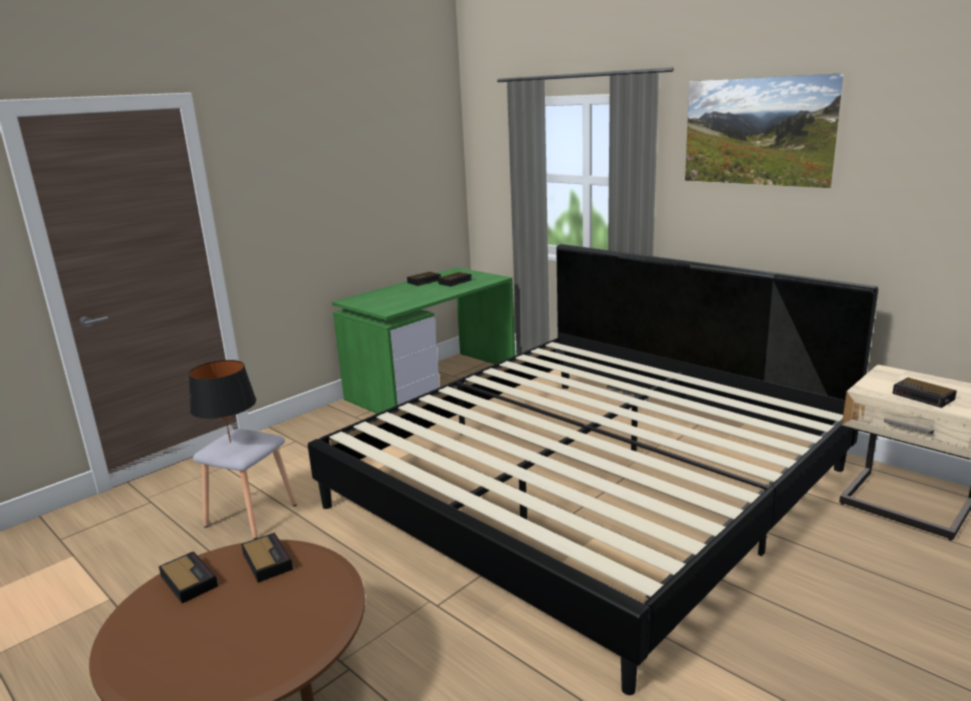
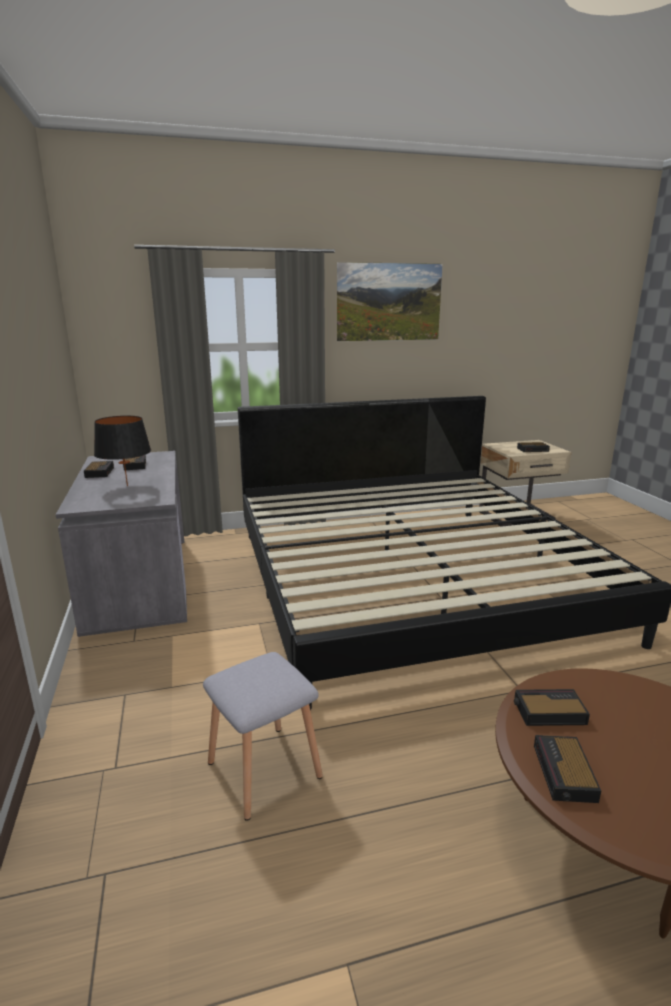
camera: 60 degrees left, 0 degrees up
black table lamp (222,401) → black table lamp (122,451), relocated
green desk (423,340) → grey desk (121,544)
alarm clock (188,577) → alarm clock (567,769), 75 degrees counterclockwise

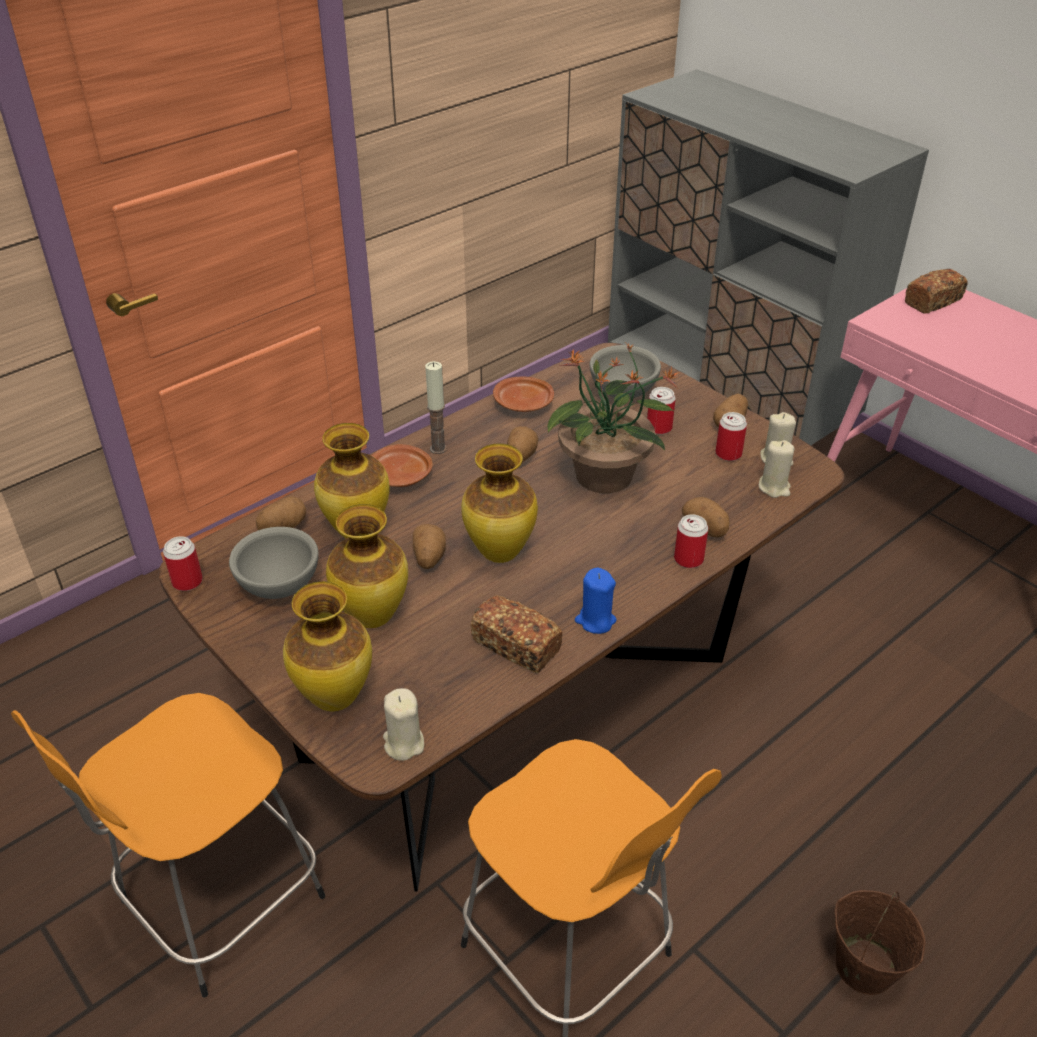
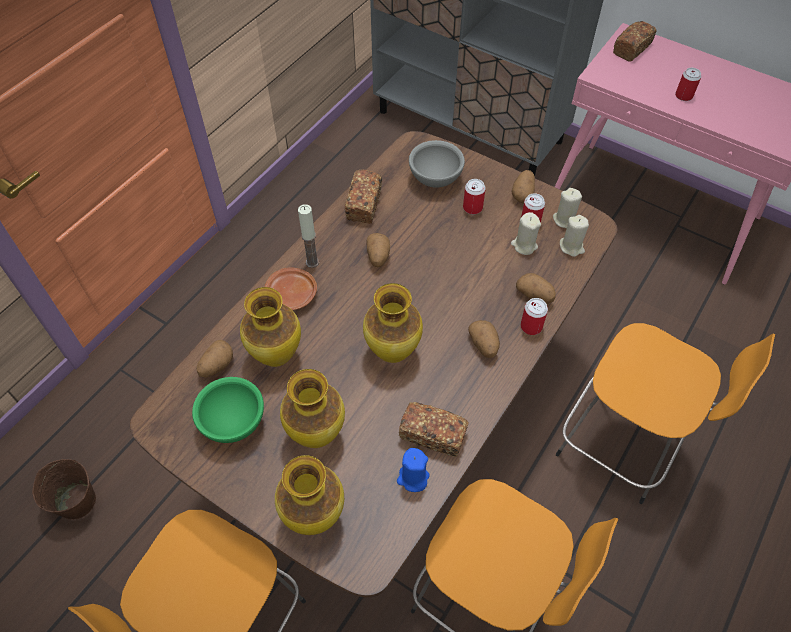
camera: 15 degrees left, 15 degrees up
potted plant (613,418) → -
- → orange stool (665,413)
can (183,563) → can (688,84), relocated
beige candle (403,724) → beige candle (526,233), relocated
potato (429,546) → potato (484,339), relocated
blue candle (596,601) → blue candle (413,470), relocated
brown bucket (880,942) → brown bucket (64,489), relocated
brown plate (523,394) → bread (363,196)
grey bowl (273,563) → green bowl (228,410)

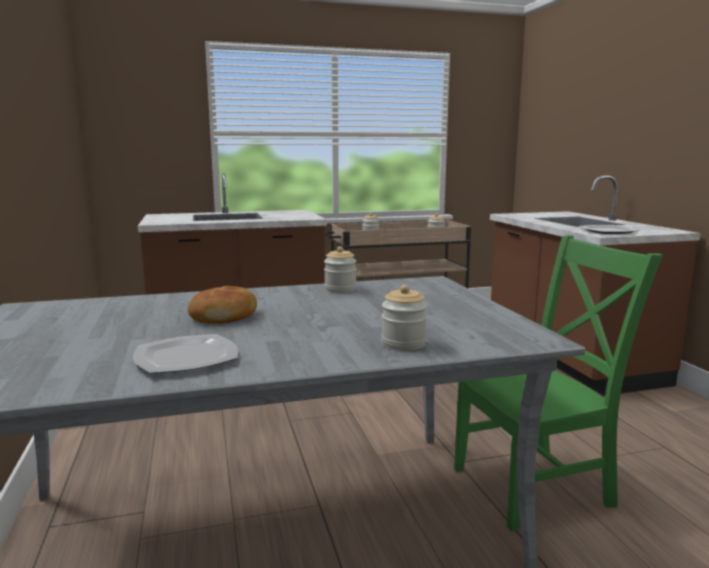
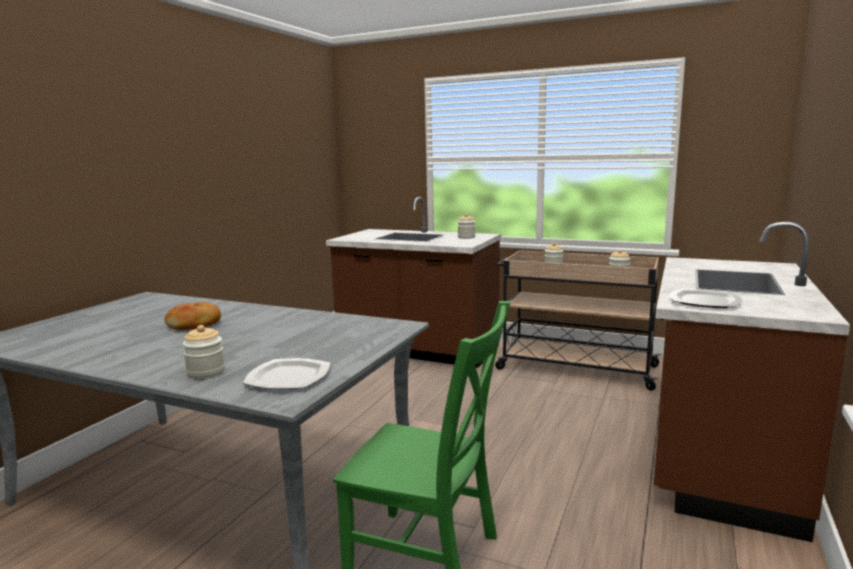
camera: 40 degrees right, 0 degrees up
plate (185,353) → plate (286,373), relocated
jar (340,269) → jar (466,226), relocated

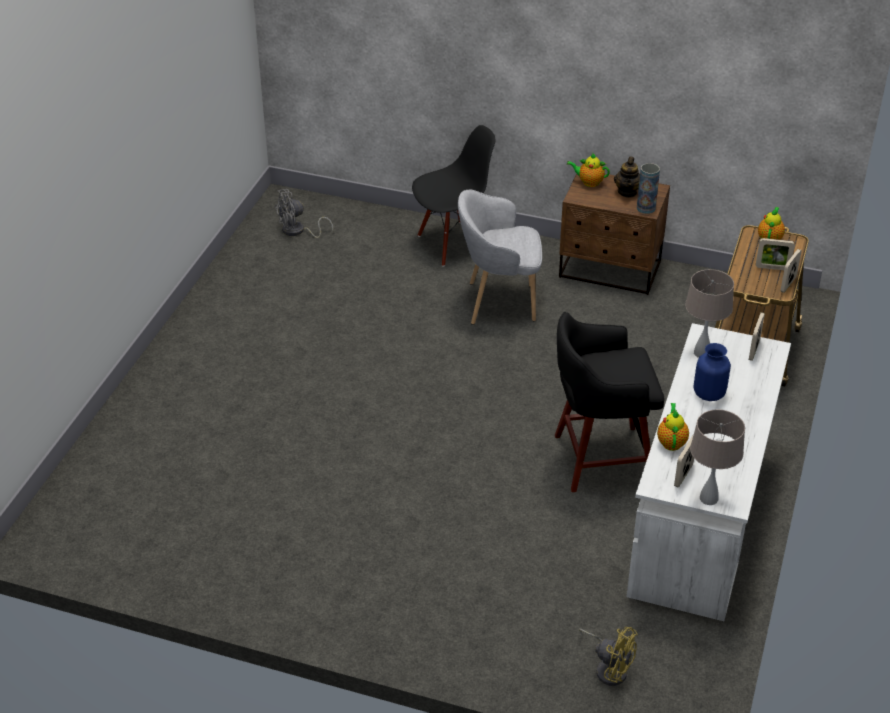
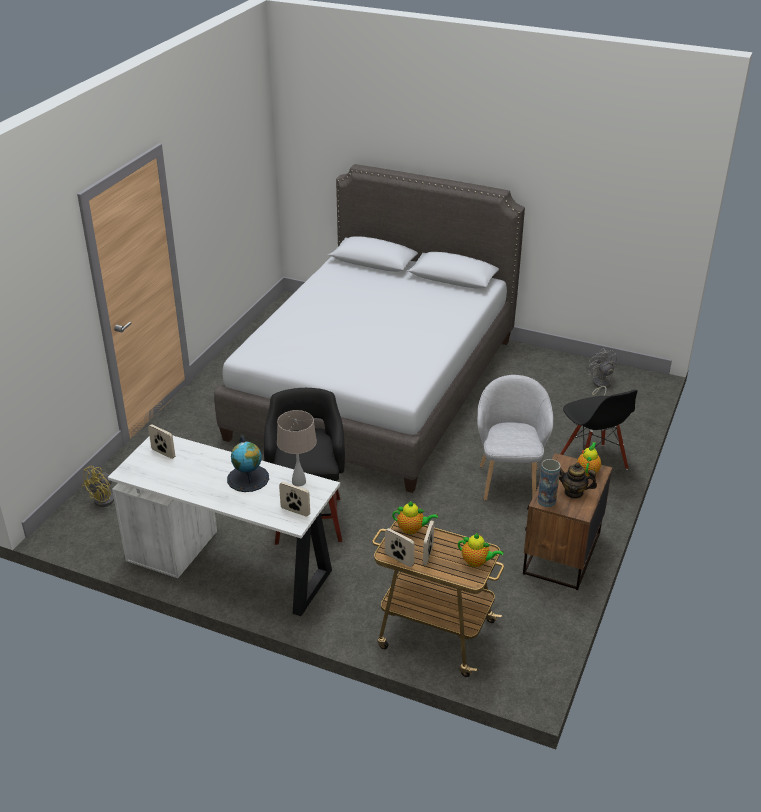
camera: 95 degrees right, 5 degrees down
beige table lamp (717,457) → -
- → grey bed (369,328)
teapot (673,427) → teapot (415,517), relocated
blue vase (712,372) → globe (248,464)

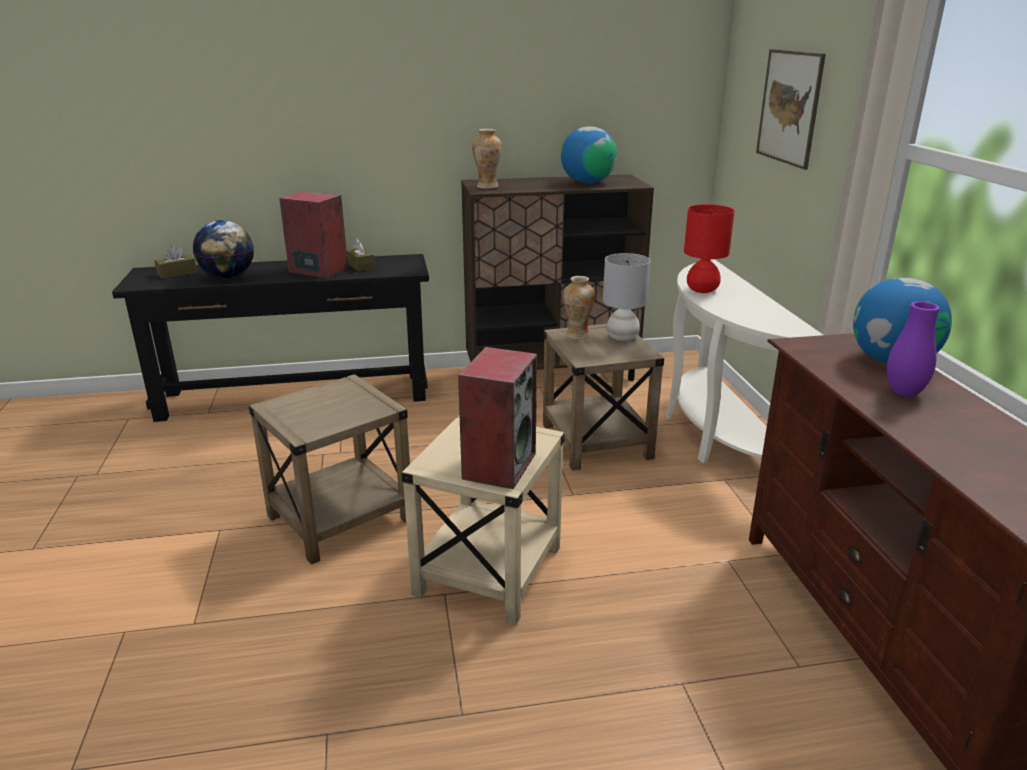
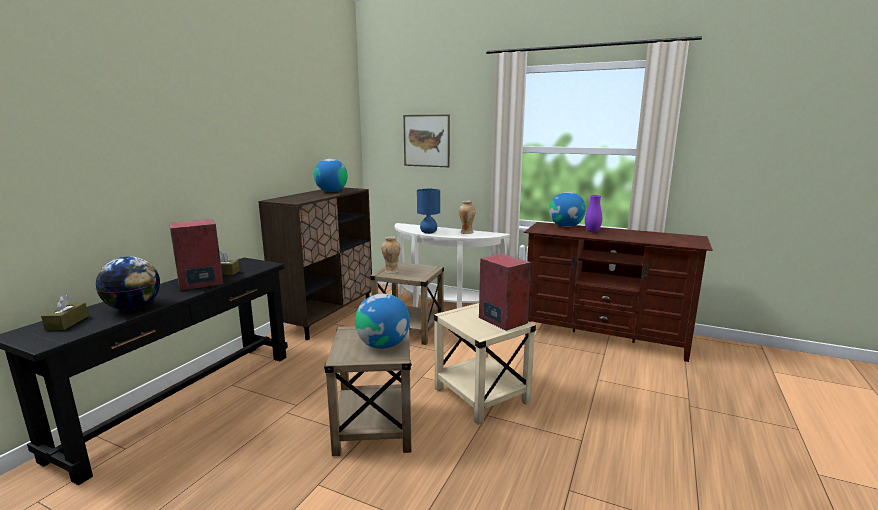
camera: 55 degrees left, 10 degrees down
grey table lamp (626,297) → -
- → globe (382,321)
vase (487,159) → vase (467,217), relocated
red table lamp (709,248) → blue table lamp (428,211)

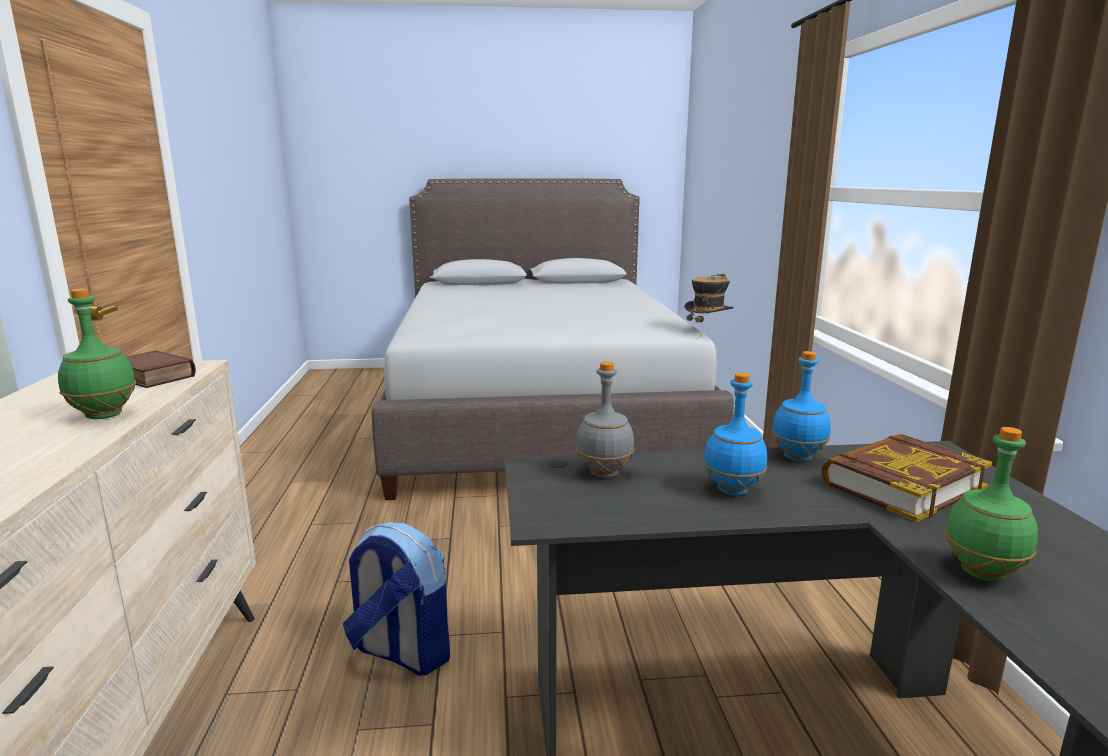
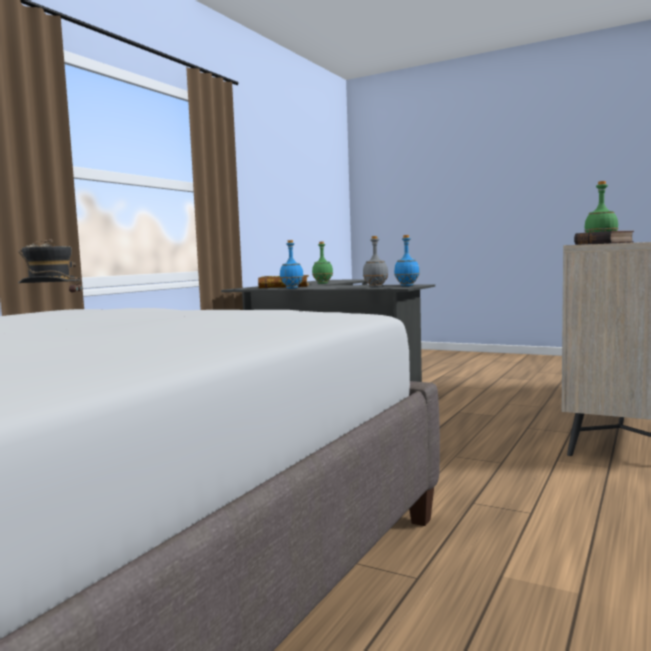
camera: 145 degrees left, 10 degrees down
backpack (396,599) → -
blue bottle (735,434) → blue bottle (407,260), relocated

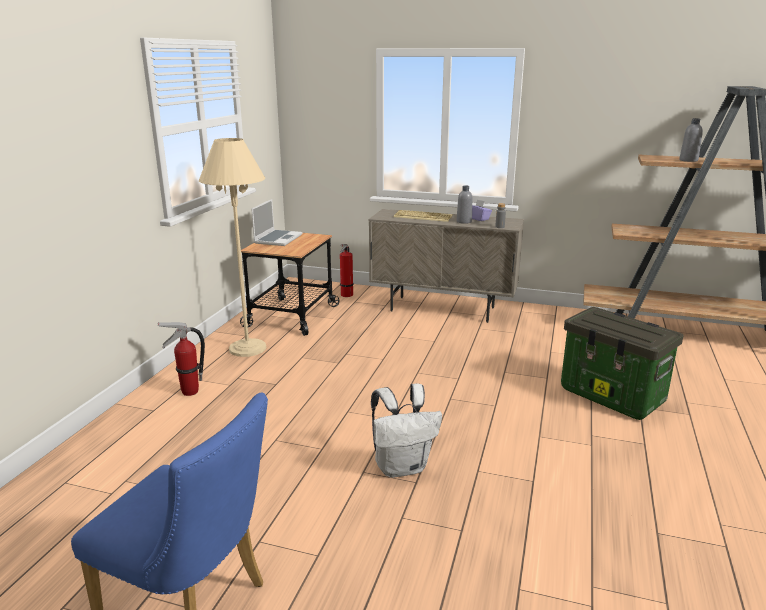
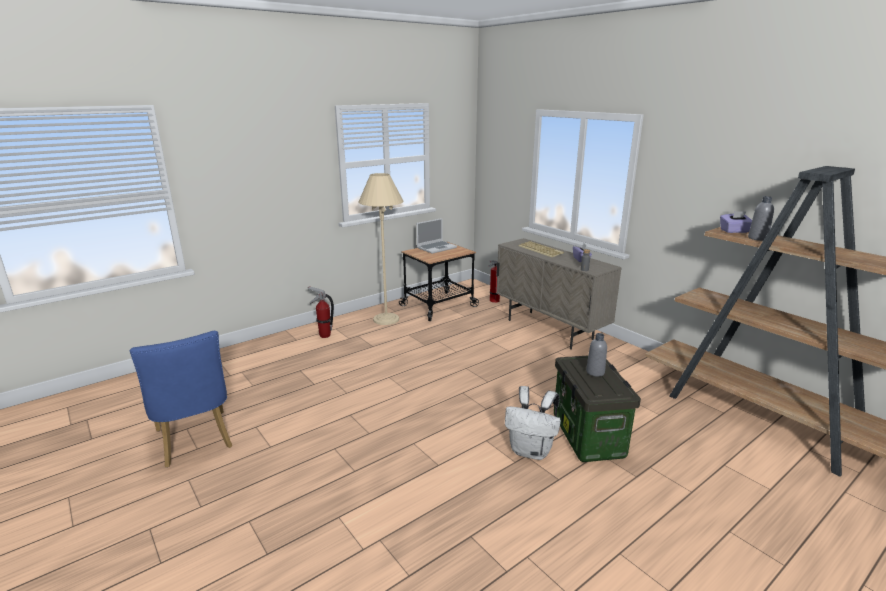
camera: 35 degrees right, 0 degrees up
- → purple tissue box (736,222)
white backpack (406,430) → white backpack (533,423), relocated
grey bottle (464,205) → grey bottle (596,355), relocated

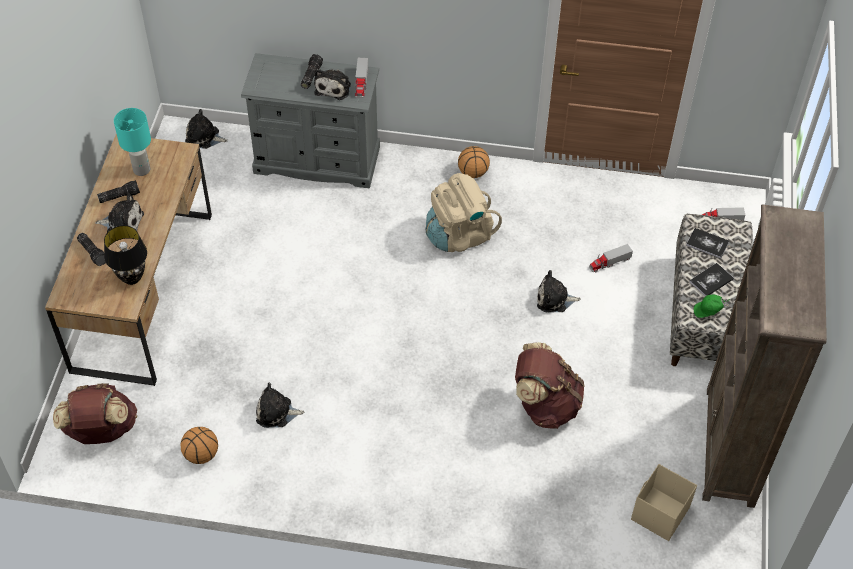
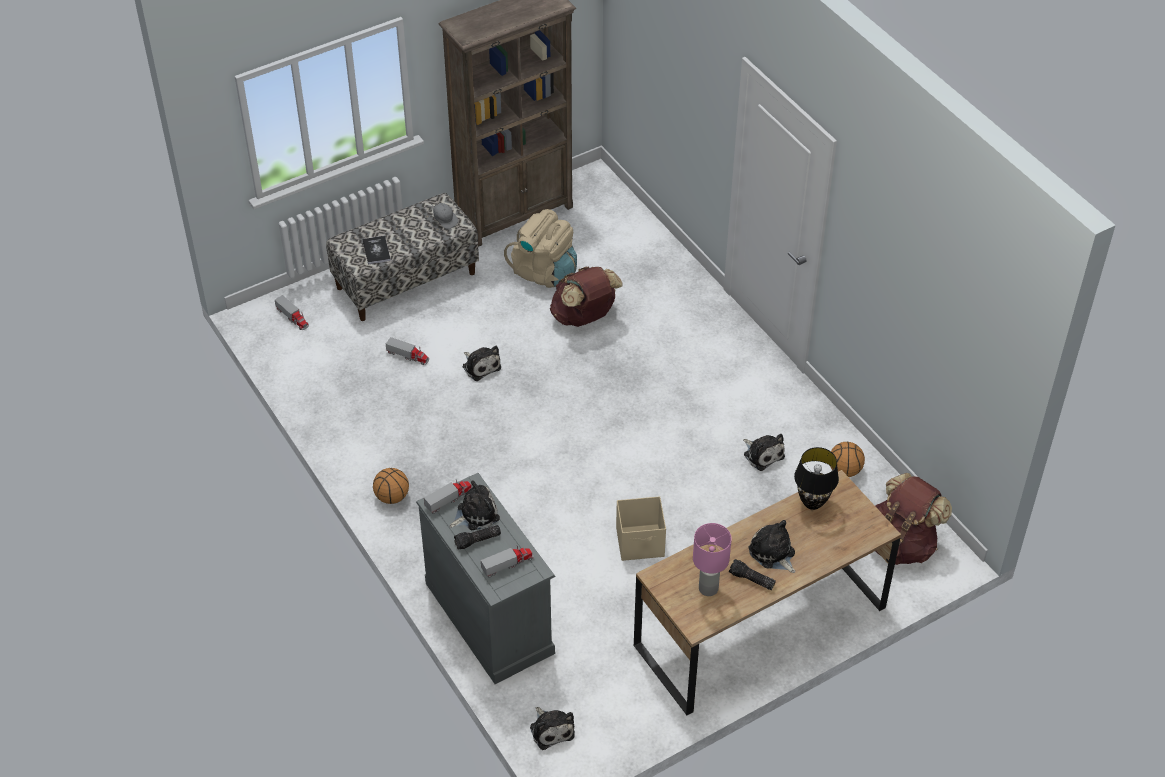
camera: 130 degrees left, 5 degrees down
flashlight (91,249) → -
book (712,280) → -
- → toy truck (507,561)
beige backpack (464,212) → beige backpack (540,248), relocated
beige storage box (664,502) → beige storage box (641,528), relocated
turquoise table lamp (132,142) → pink table lamp (712,559)
green cap (712,306) → grey cap (444,216)

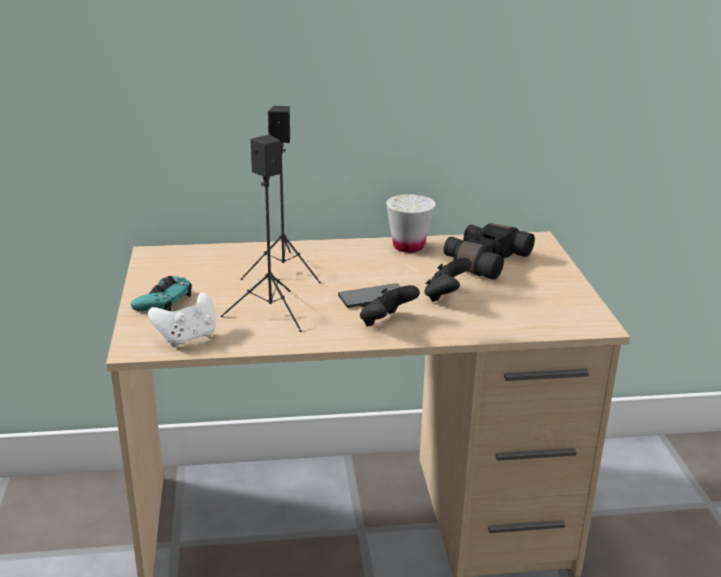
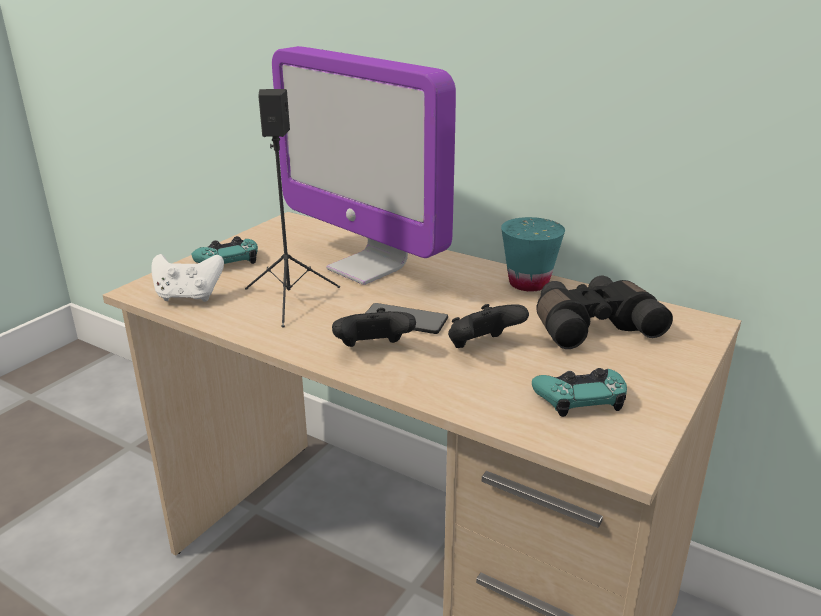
camera: 40 degrees right, 0 degrees up
- → turquoise game controller (579,392)
black speaker (281,194) → monitor (364,165)
white cup (410,223) → turquoise cup (533,254)

